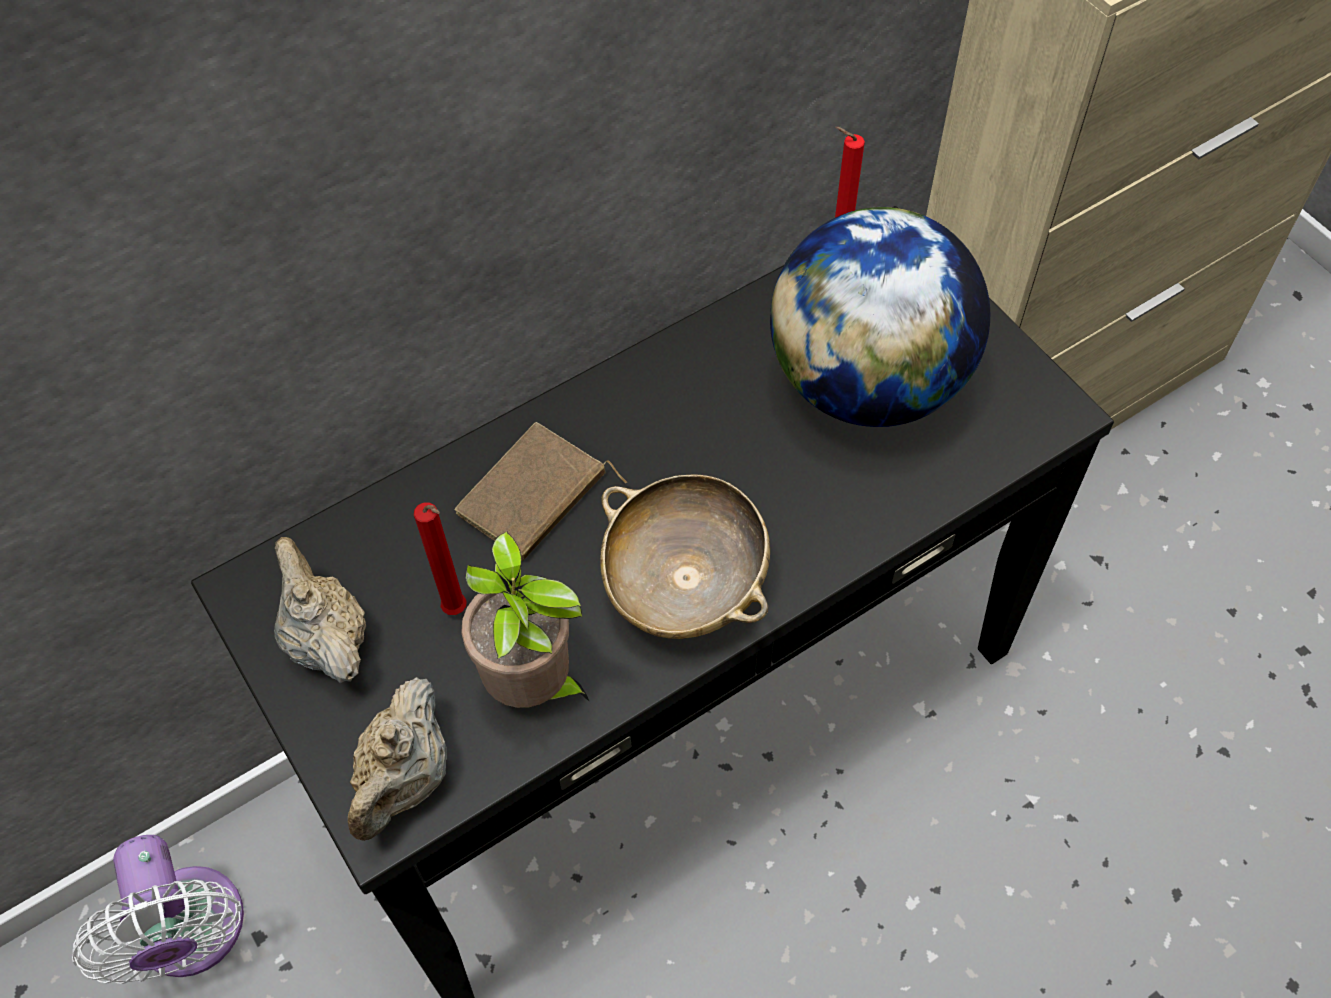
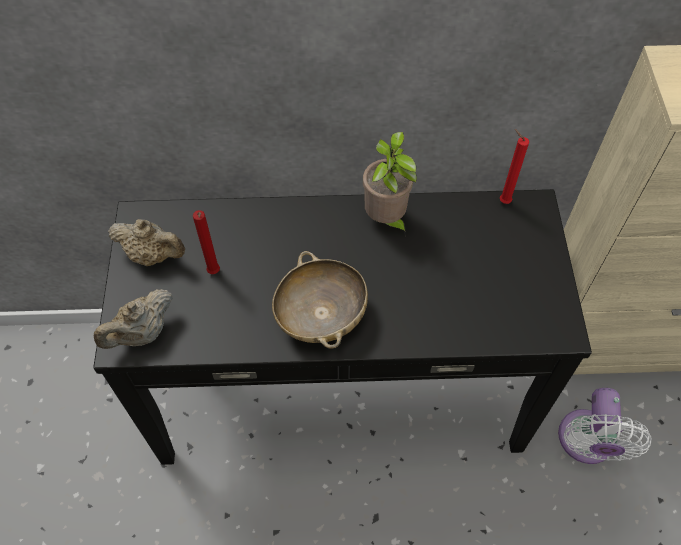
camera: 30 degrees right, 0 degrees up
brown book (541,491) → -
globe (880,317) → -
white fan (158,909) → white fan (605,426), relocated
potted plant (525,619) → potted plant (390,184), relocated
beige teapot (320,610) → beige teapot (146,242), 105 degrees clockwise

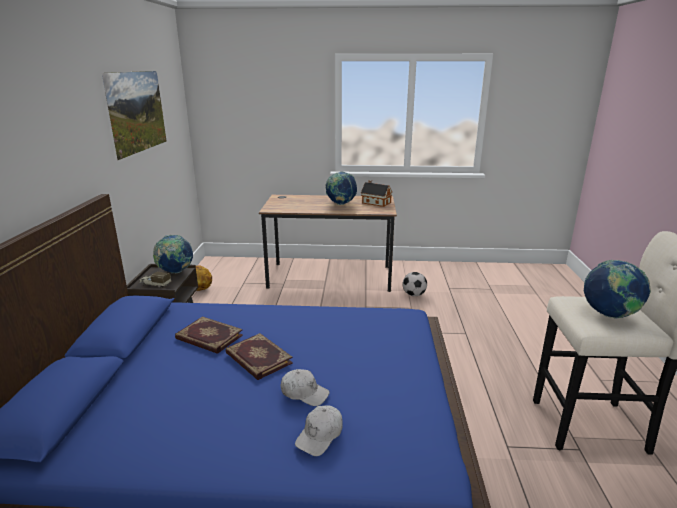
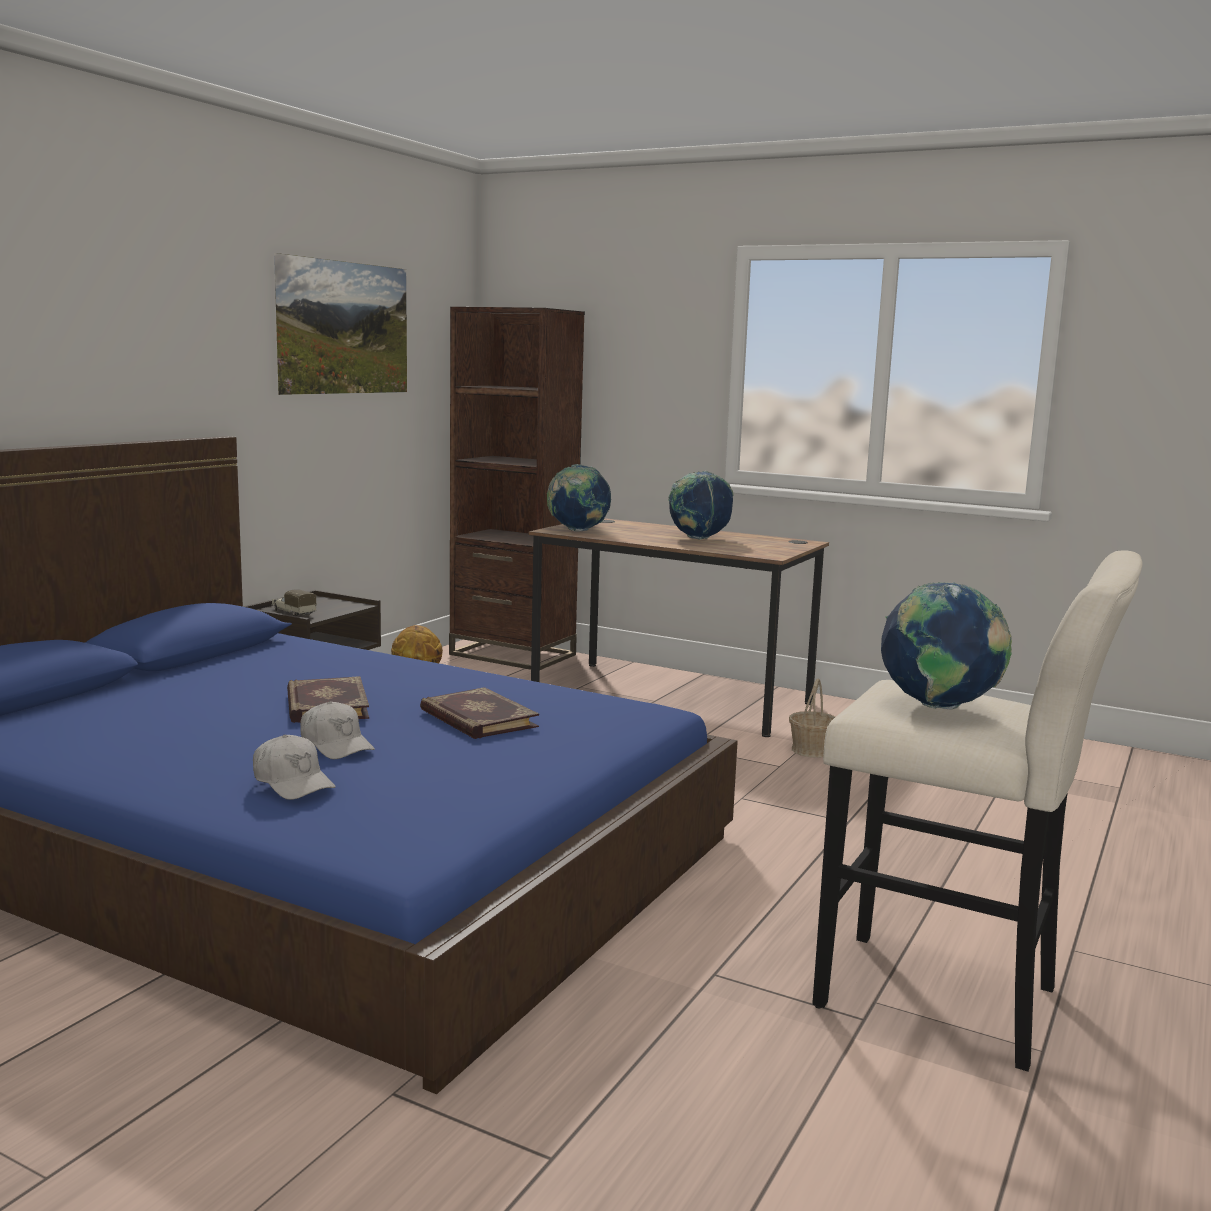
camera: 25 degrees right, 10 degrees down
toy house (376,193) → -
- → brown bookcase (517,488)
globe (173,254) → globe (579,498), relocated
book (209,335) → book (479,713), relocated
football (414,284) → basket (812,718)
white cap (319,430) → white cap (294,767), 105 degrees counterclockwise

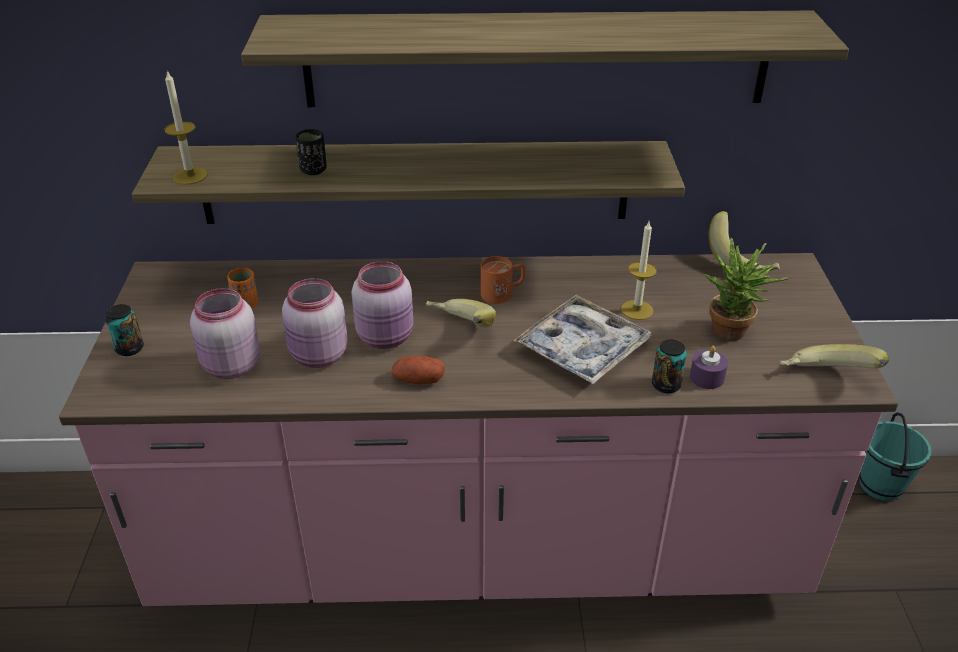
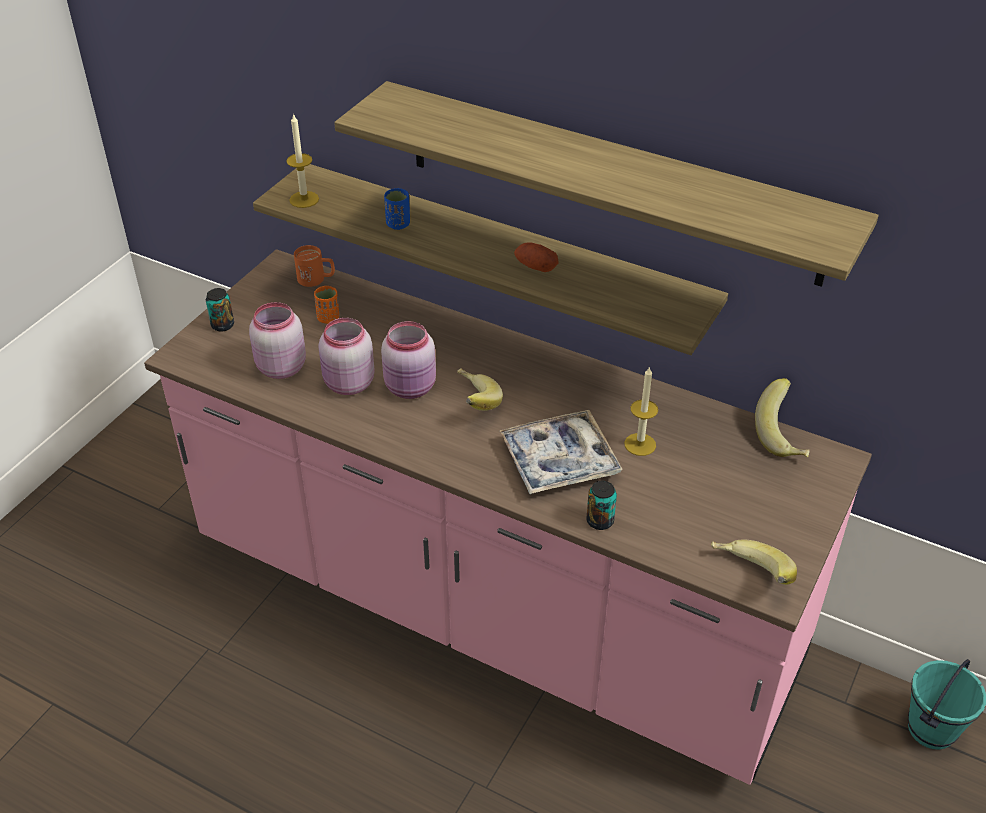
camera: 30 degrees right, 5 degrees up
purple candle (709,367) → -
potted plant (746,289) → -
potato (418,370) → potato (536,257), relocated
orange mug (503,280) → orange mug (314,266), relocated
black cup (311,152) → blue cup (397,209)

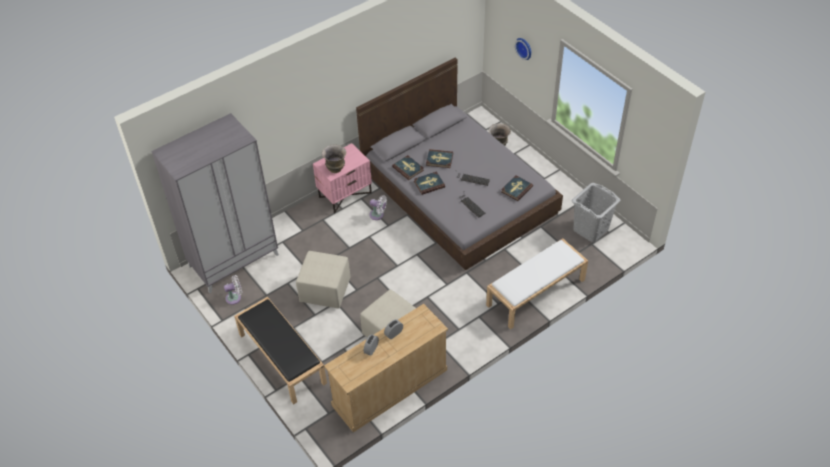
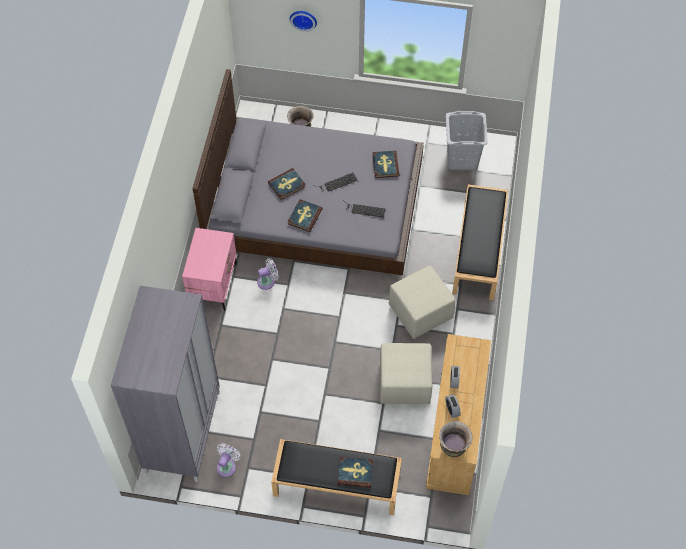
camera: 45 degrees left, 10 degrees up
beige ottoman (323,280) → beige ottoman (422,302), relocated
vase (334,158) → vase (456,439), relocated
book (408,167) → book (355,472), relocated
white bench (537,283) → black bench (480,242)

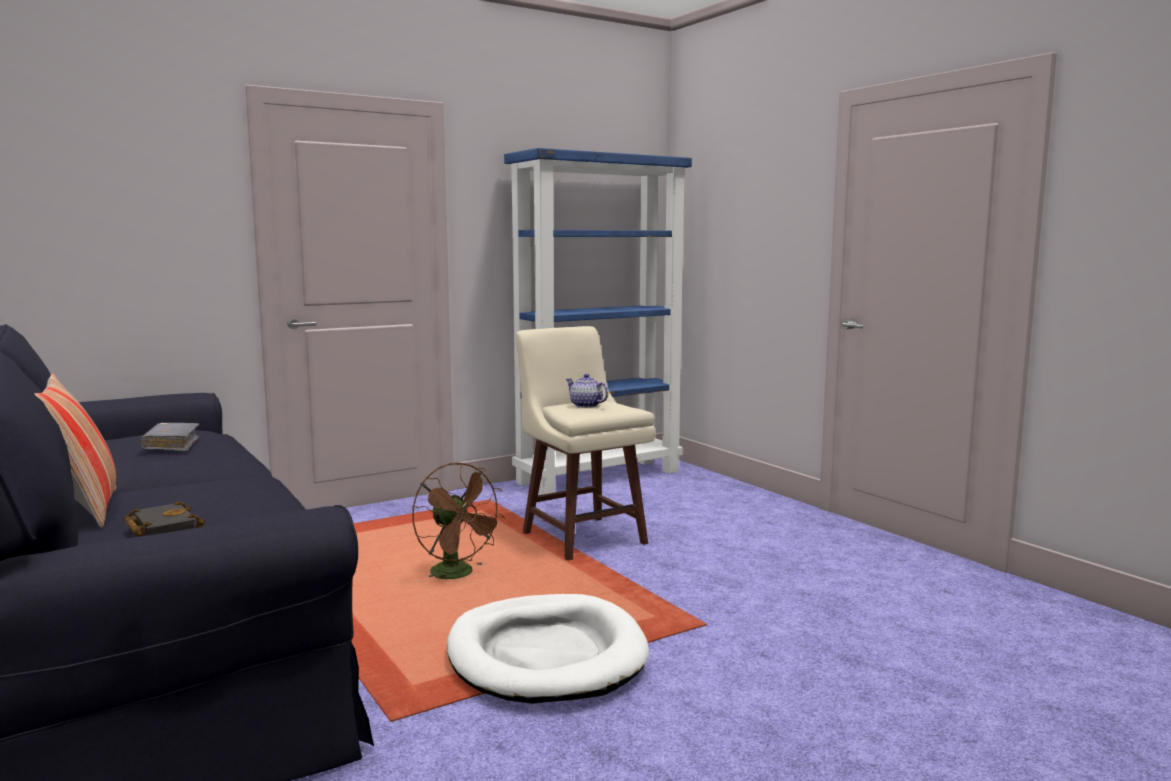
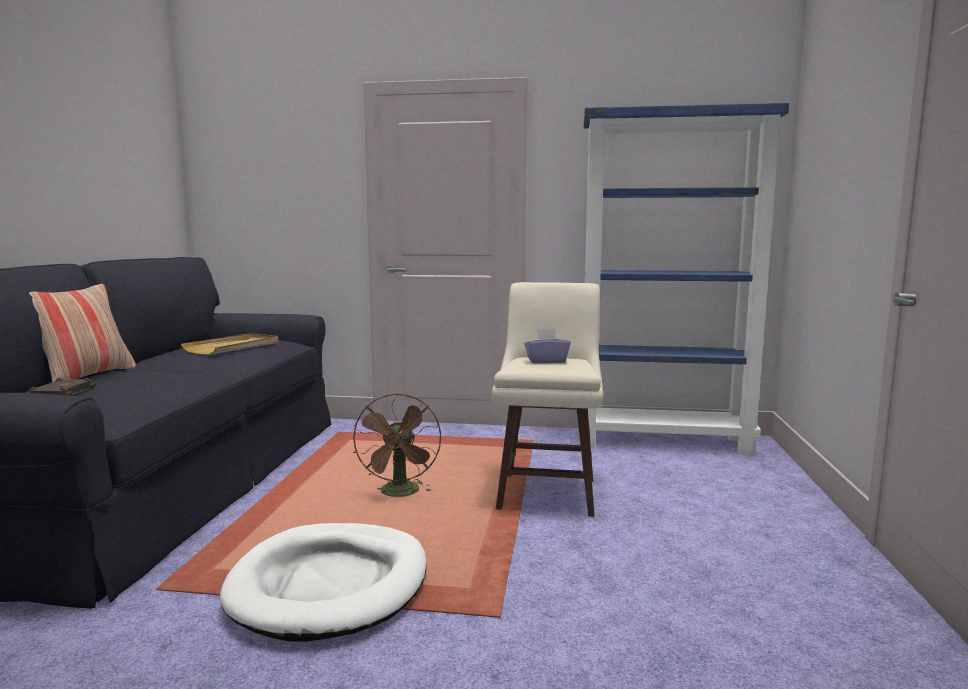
camera: 40 degrees right, 0 degrees up
grey book (169,437) → beige tray (229,344)
teapot (587,391) → purple tissue box (548,346)

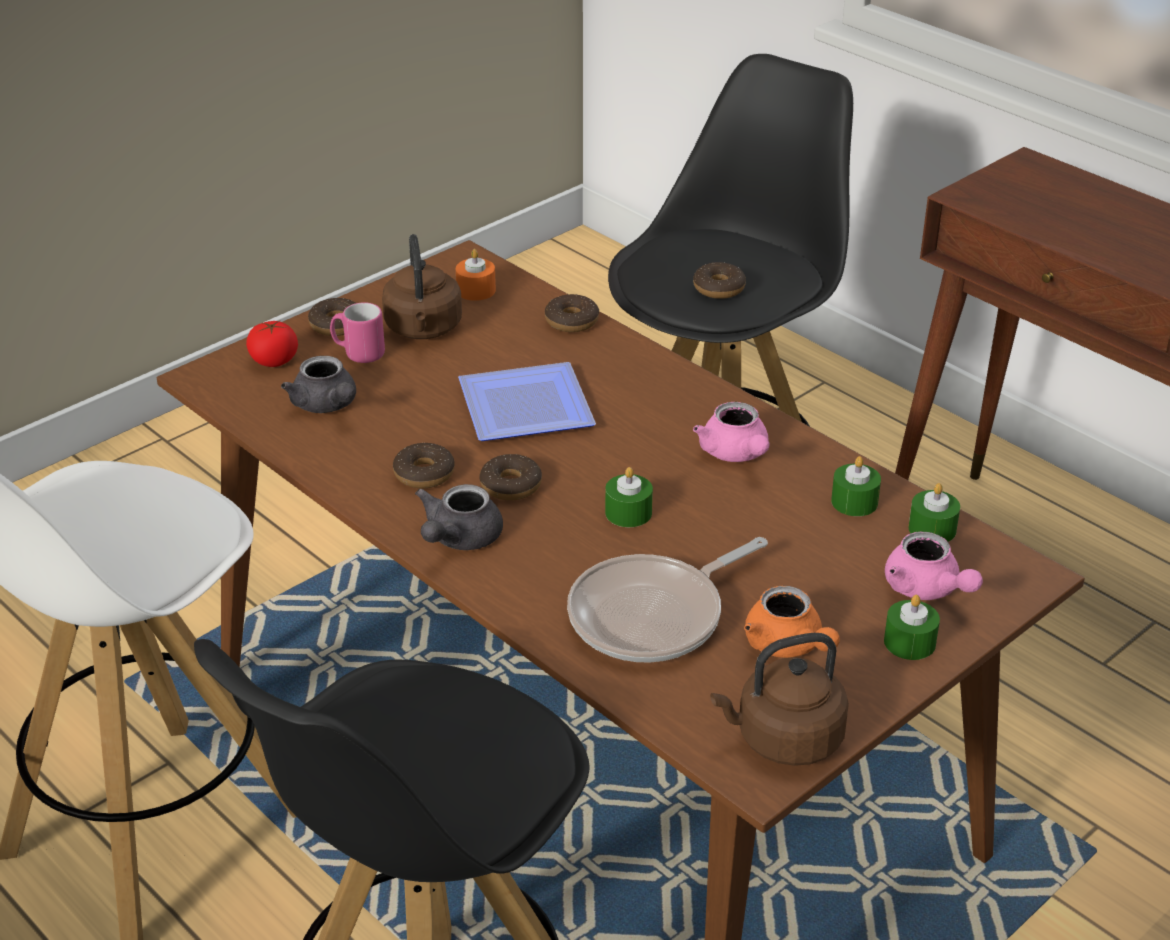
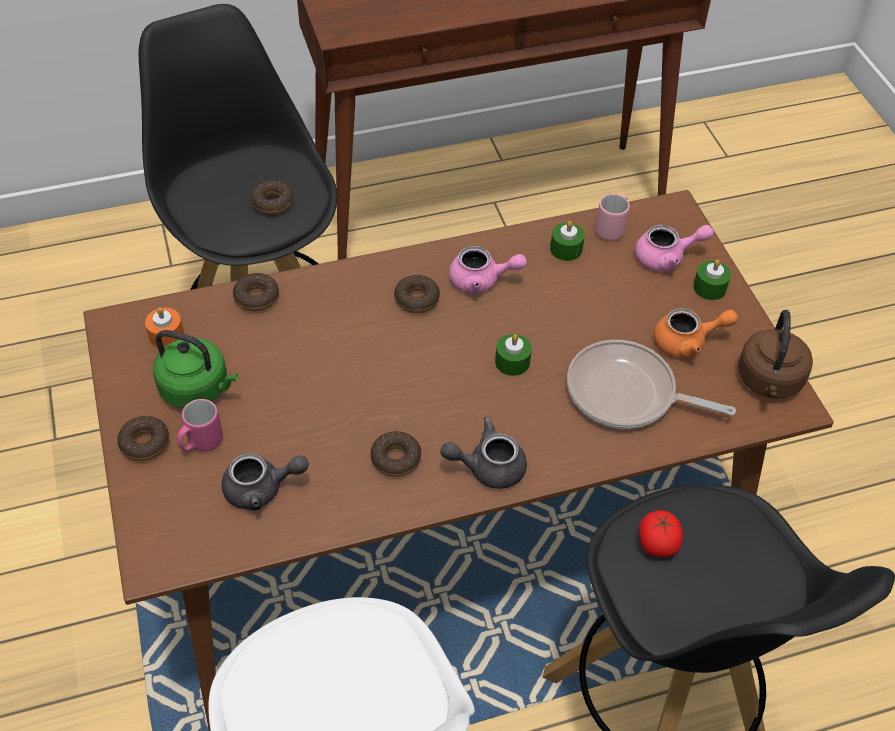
camera: 65 degrees left, 15 degrees up
plate (527,401) → -
tomato (272,344) → tomato (661,533), relocated
donut (510,477) → donut (417,294), relocated
green candle (934,512) → pink mug (612,217)
brown kettle (422,286) → green kettle (195,369)
grey teapot (459,517) → grey teapot (483,453), 120 degrees clockwise
frying pan (667,599) → frying pan (651,384), 120 degrees clockwise

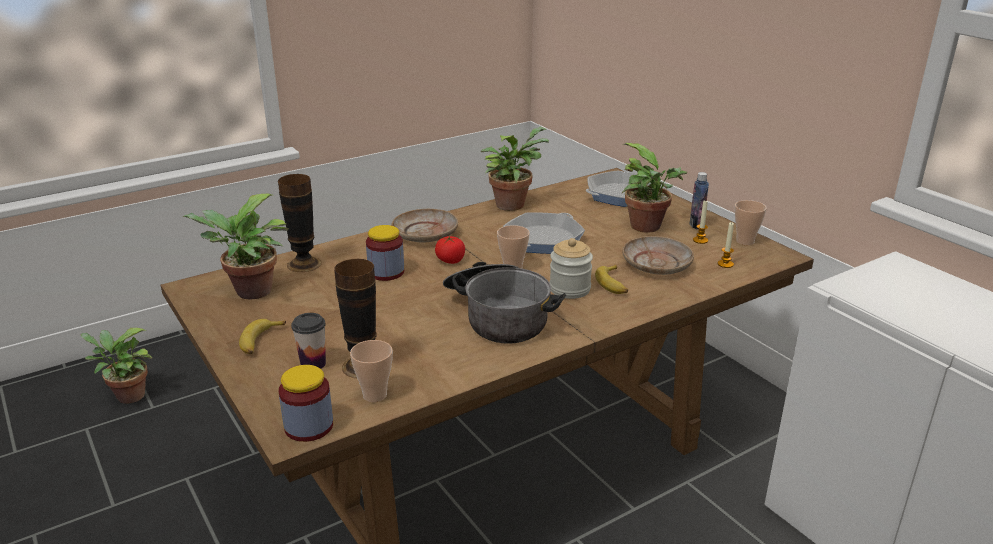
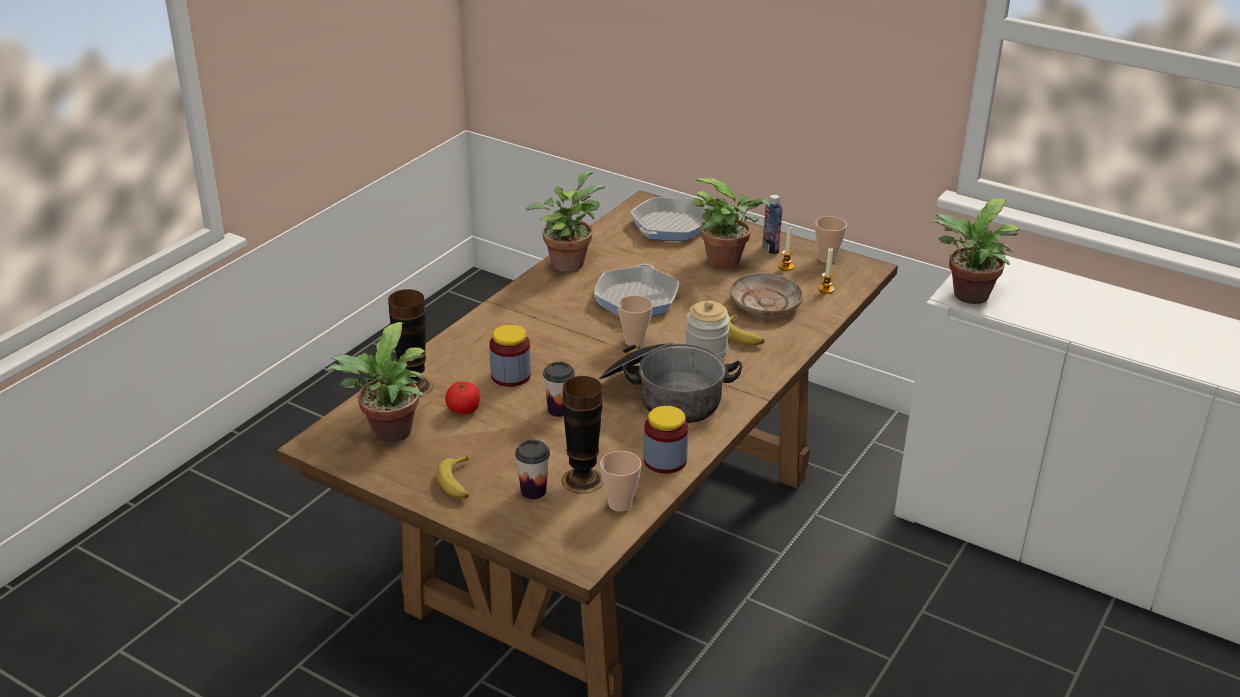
camera: 25 degrees left, 5 degrees up
beige plate (424,225) → -
- → cup (559,389)
potted plant (116,366) → potted plant (974,251), relocated
jar (306,403) → jar (666,440), relocated
tomato (450,250) → tomato (462,398), relocated

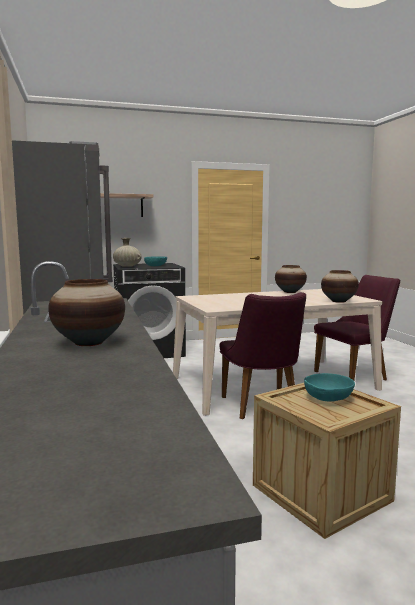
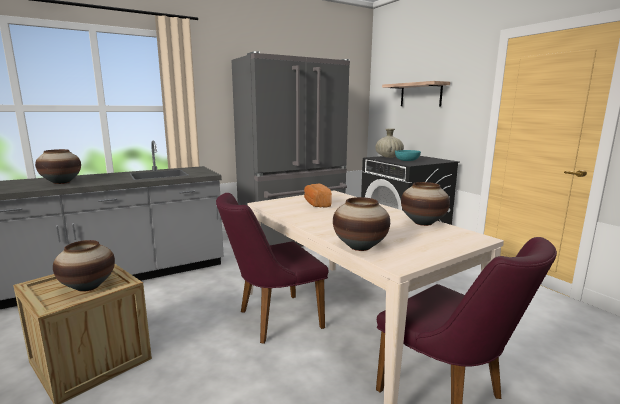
camera: 75 degrees right, 5 degrees up
- → bread (318,195)
turquoise bowl (329,387) → vase (84,266)

